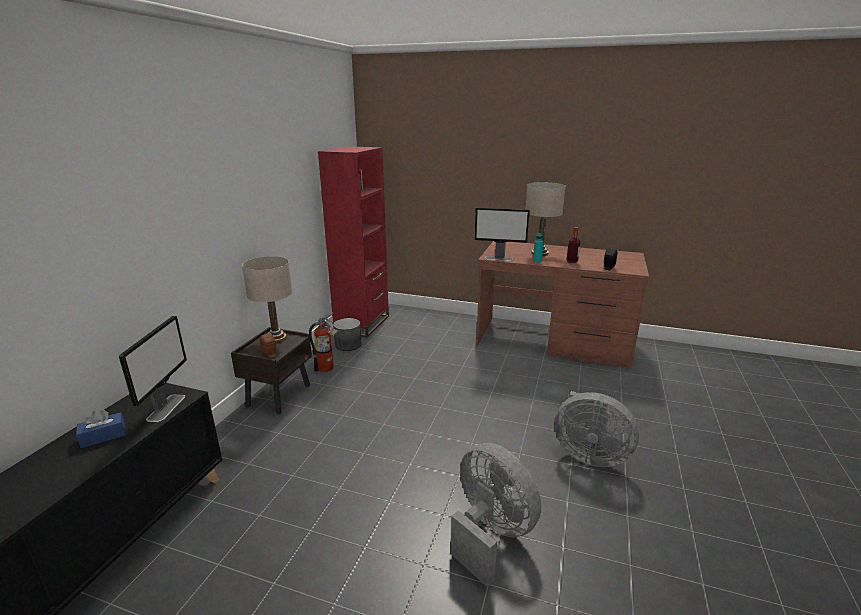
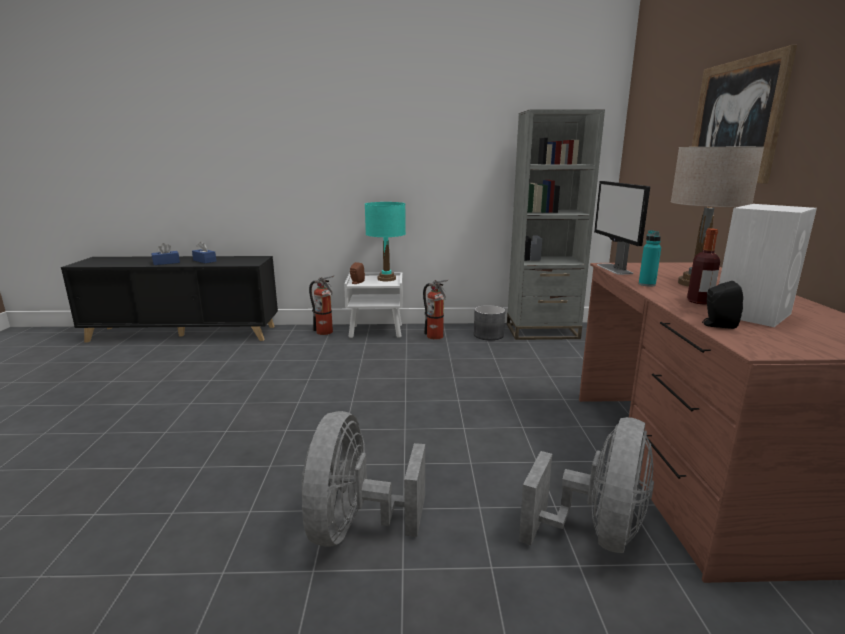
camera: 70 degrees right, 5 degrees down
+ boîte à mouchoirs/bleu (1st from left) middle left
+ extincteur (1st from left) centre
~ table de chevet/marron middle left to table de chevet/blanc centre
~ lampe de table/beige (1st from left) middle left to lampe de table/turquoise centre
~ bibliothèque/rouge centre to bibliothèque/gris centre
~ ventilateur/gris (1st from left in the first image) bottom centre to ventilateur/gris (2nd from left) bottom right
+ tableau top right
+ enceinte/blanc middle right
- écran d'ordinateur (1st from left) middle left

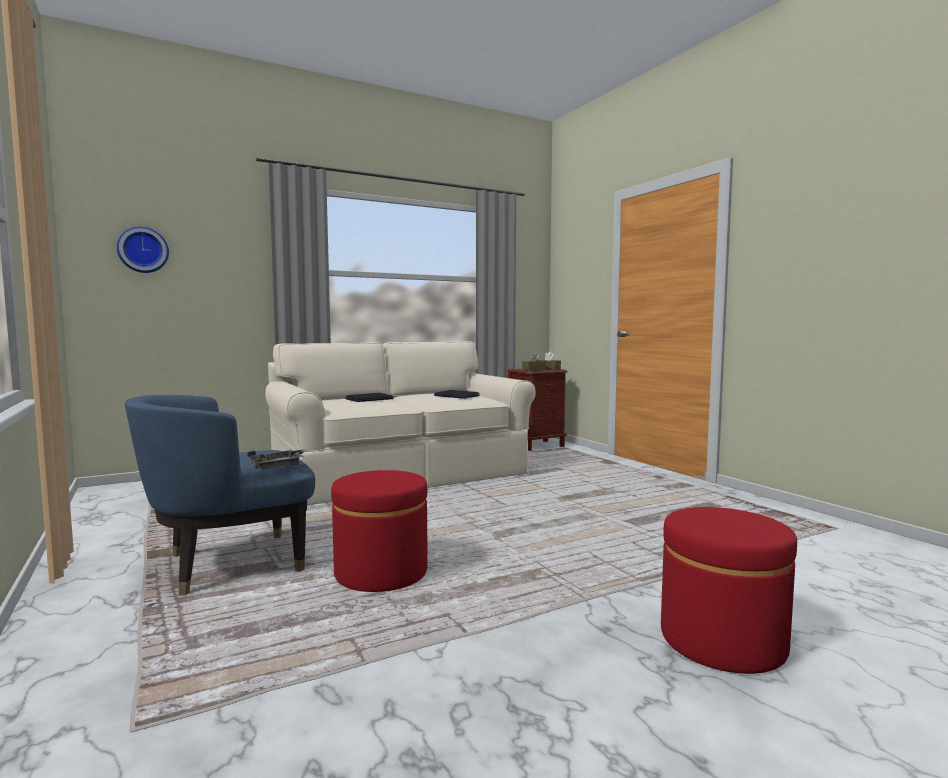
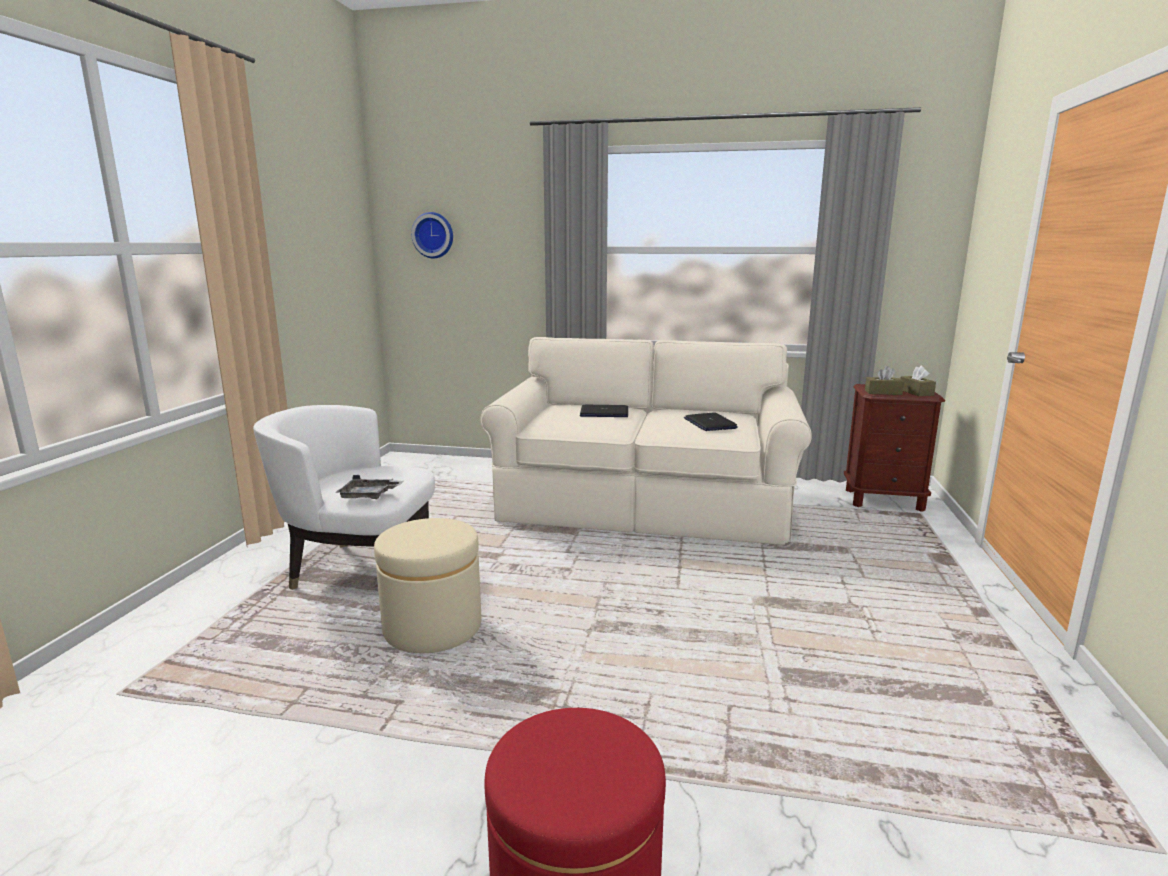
camera: 40 degrees right, 10 degrees up
~ fauteuil/bleu middle left to fauteuil/blanc middle left
~ pouf/rouge (1st from left) bottom centre to pouf/beige bottom centre

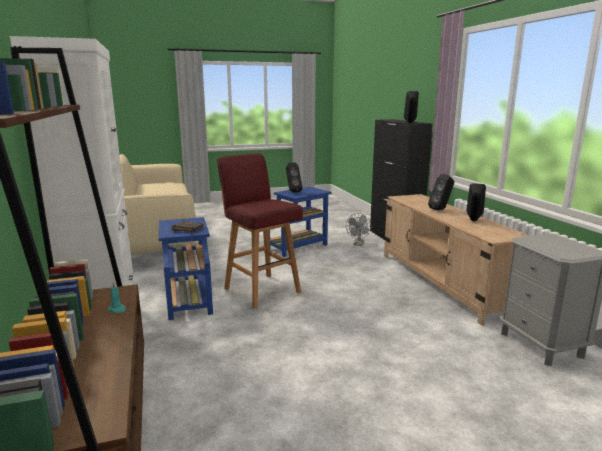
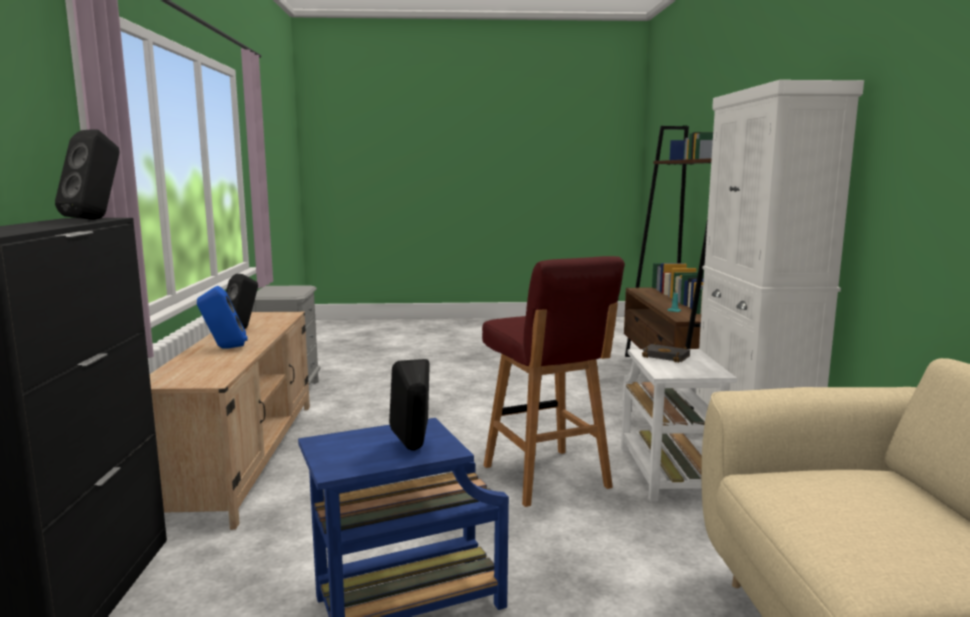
camera: 165 degrees left, 5 degrees down
~ enceinte/noir (3rd from left) middle right to enceinte/bleu middle left
~ table d'appoint/bleu (1st from left) middle left to table d'appoint/blanc bottom right
- ventilateur/gris centre

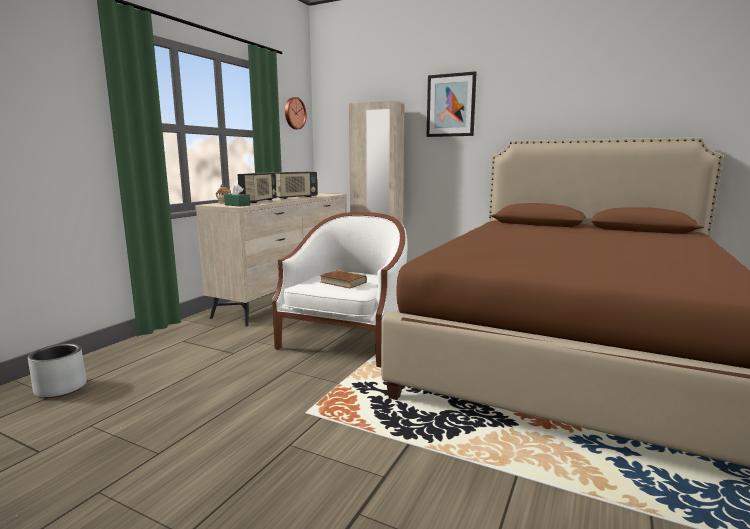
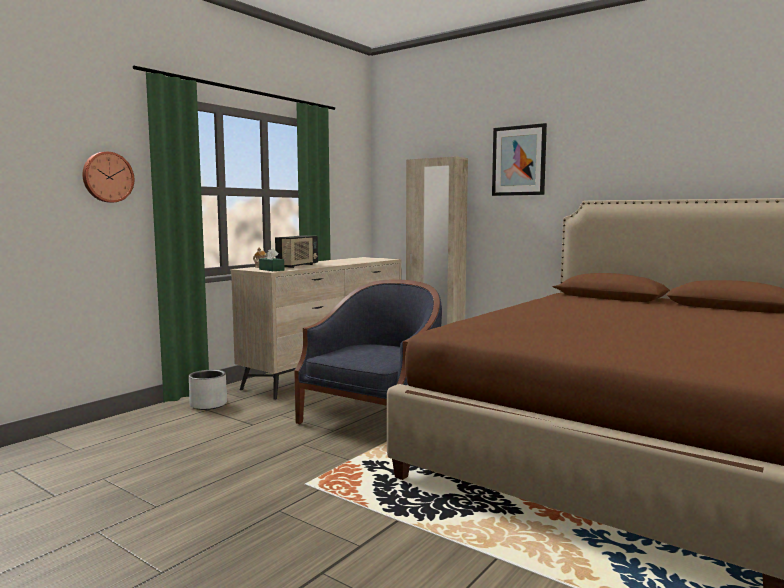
camera: 10 degrees right, 5 degrees down
~ horloge murale top centre to top left
~ cache-pot/gris bottom left to middle left
~ fauteuil/blanc centre to fauteuil/bleu centre
- radio (2nd from left) centre
- livre/marron centre

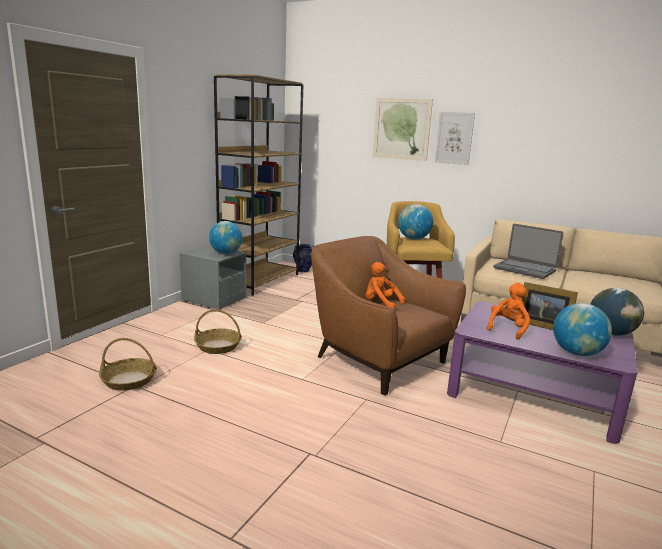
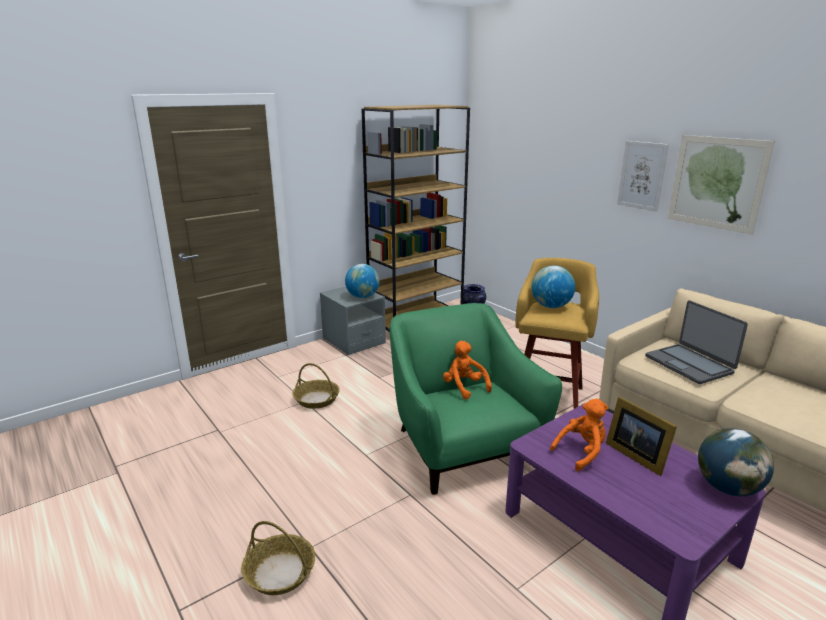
camera: 25 degrees right, 5 degrees up
~ panier (1st from left) middle left to bottom centre
~ fauteuil/marron centre to fauteuil/vert centre
~ tableau (1st from left in the first image) top centre to tableau (2nd from left) top right
- globe (3rd from left) middle right

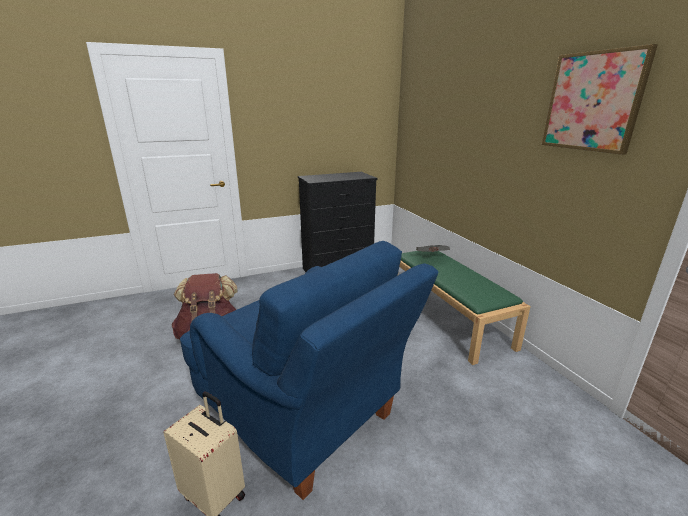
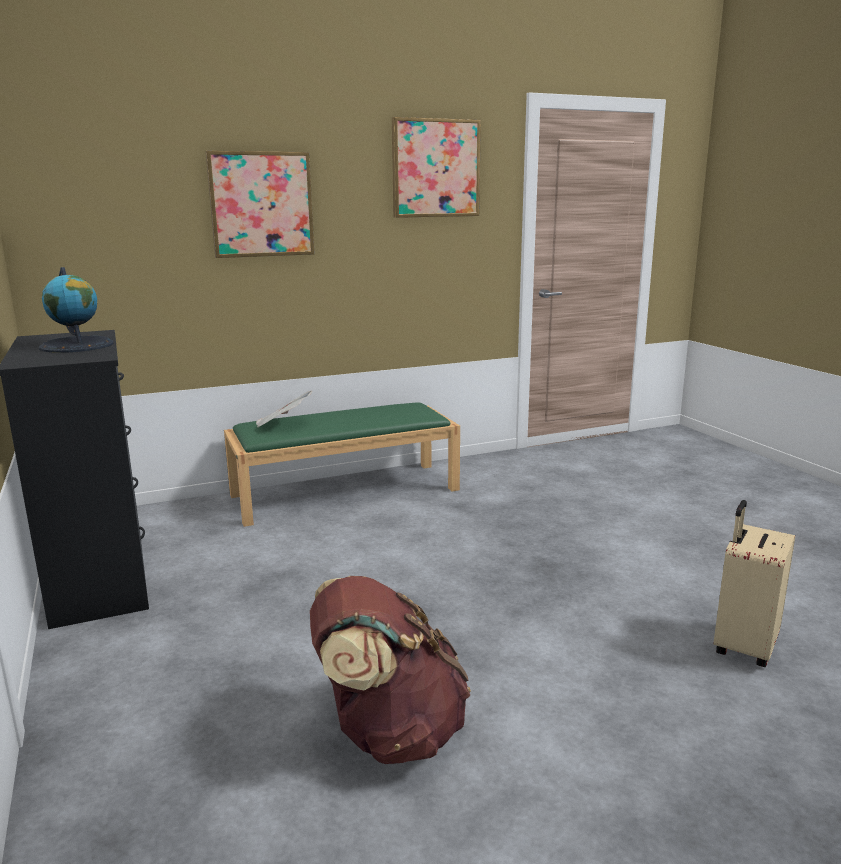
camera: 90 degrees left, 5 degrees down
+ globe middle left
+ tableau (1st from left) top left
- fauteuil/bleu bottom centre

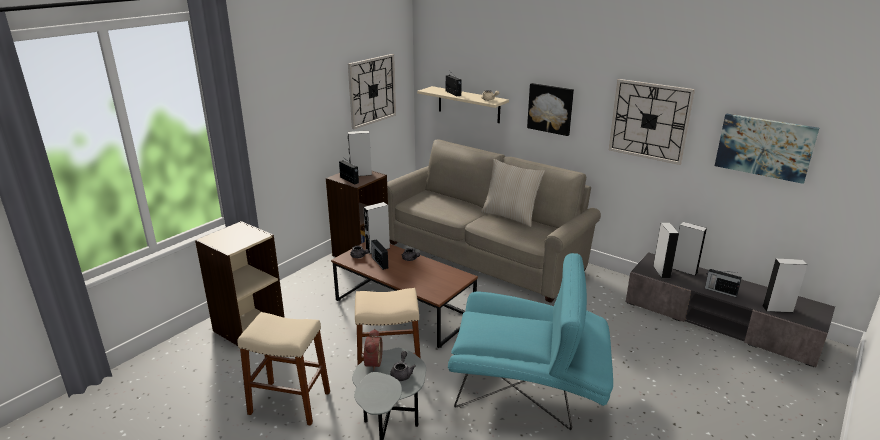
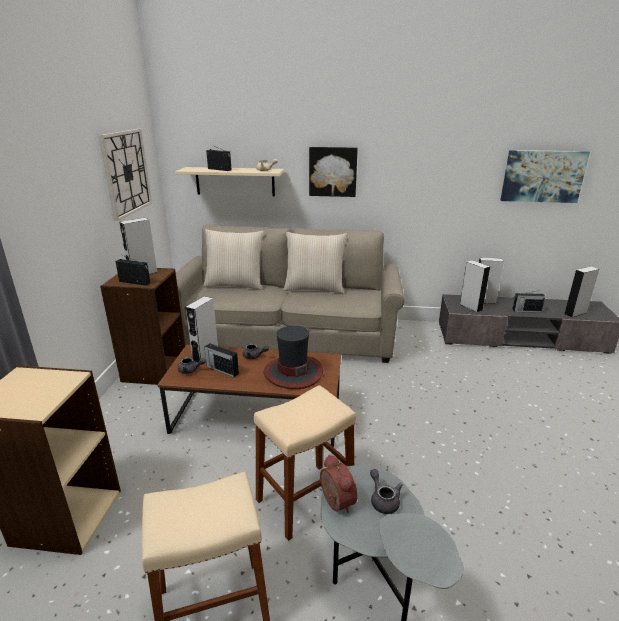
camera: 30 degrees left, 0 degrees up
+ coussin/beige (1st from left) centre
+ chapeau centre
- fauteuil/turquoise bottom centre
- horloge murale (2nd from left) top right

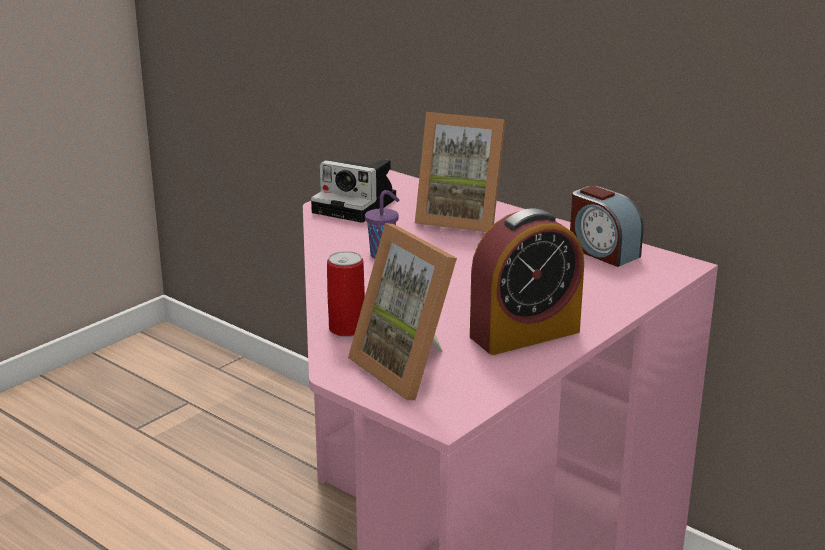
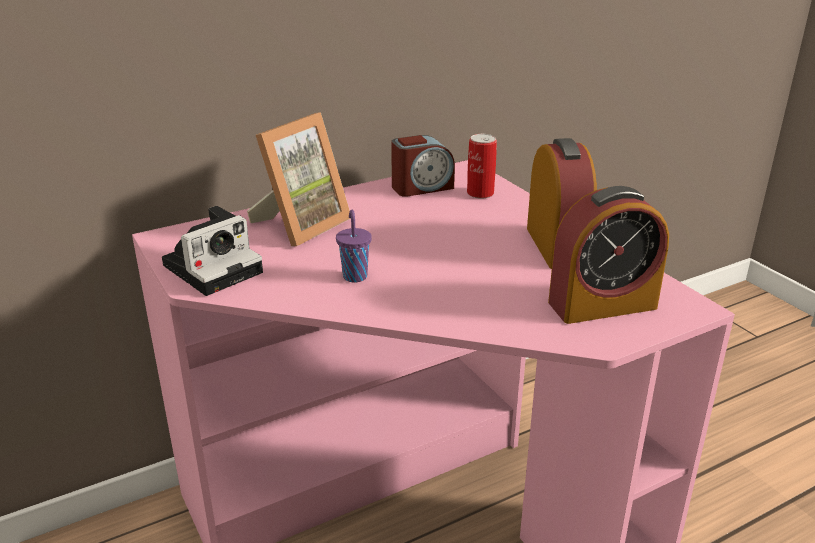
camera: 70 degrees left, 5 degrees up
~ boîte métallique centre to top centre
~ cadre photo (1st from left) centre to réveil (3rd from left) middle right

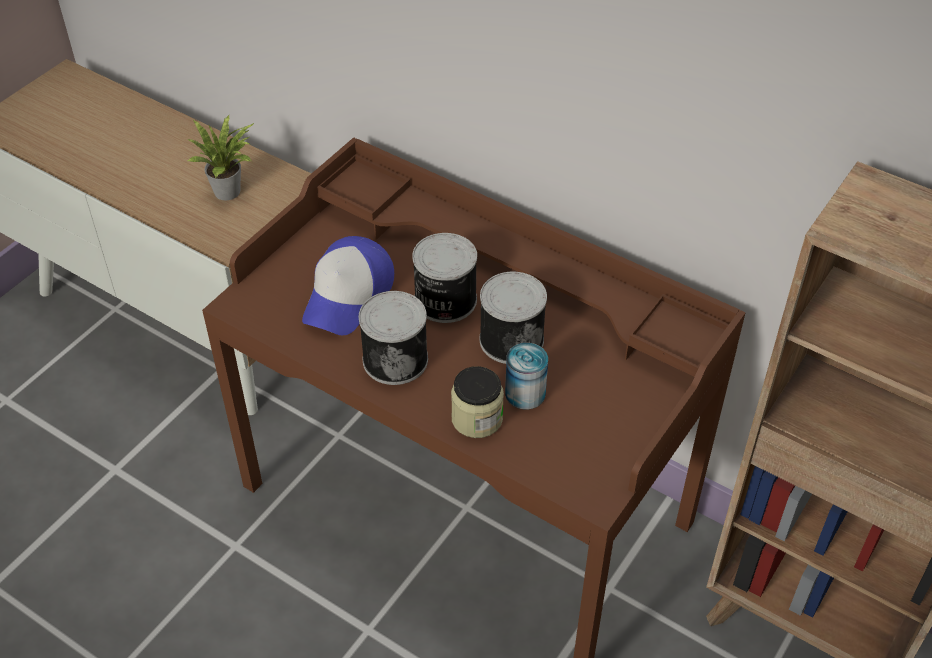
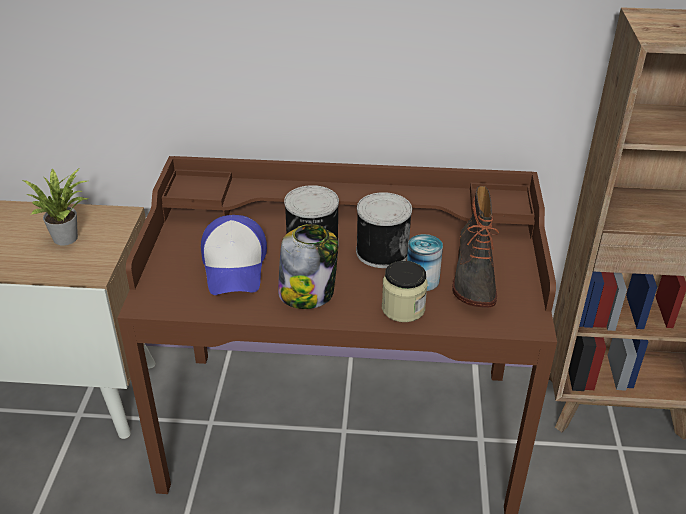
camera: 30 degrees left, 10 degrees down
~ boîte métallique (1st from left) centre to bocal (1st from left) centre
+ botte middle right

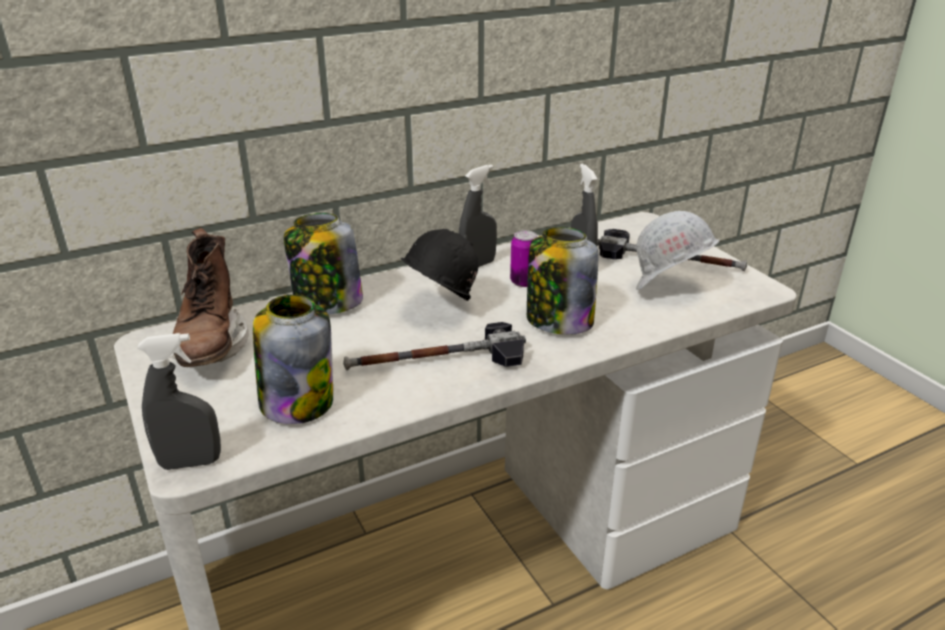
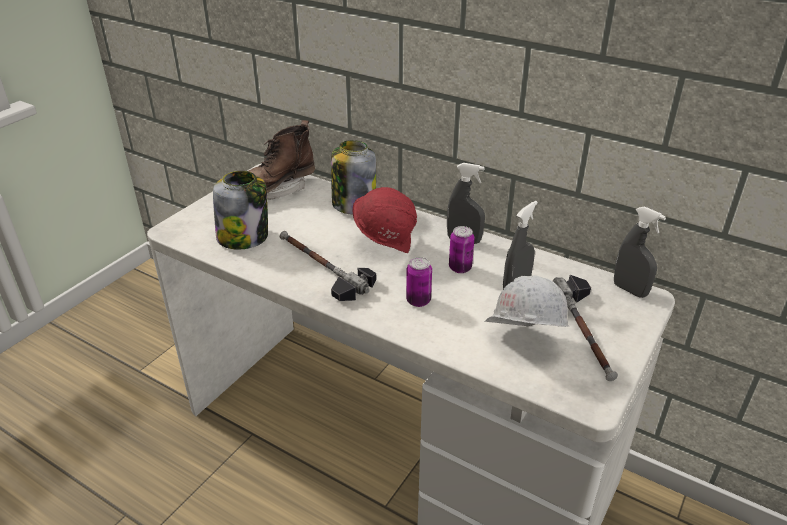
camera: 60 degrees right, 5 degrees up
~ casque de chantier/noir centre to casque de chantier/rouge centre
~ bocal (3rd from left) centre to boîte métallique (1st from left) centre
~ vaporisateur/gris (1st from left in the first image) middle left to vaporisateur/gris (3rd from left) middle right

